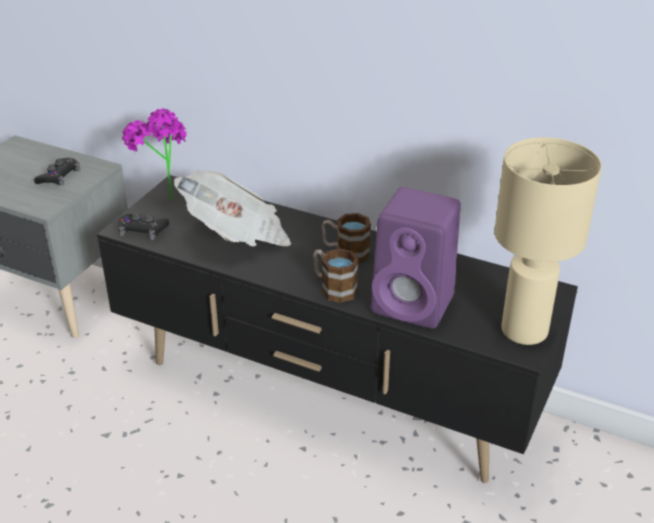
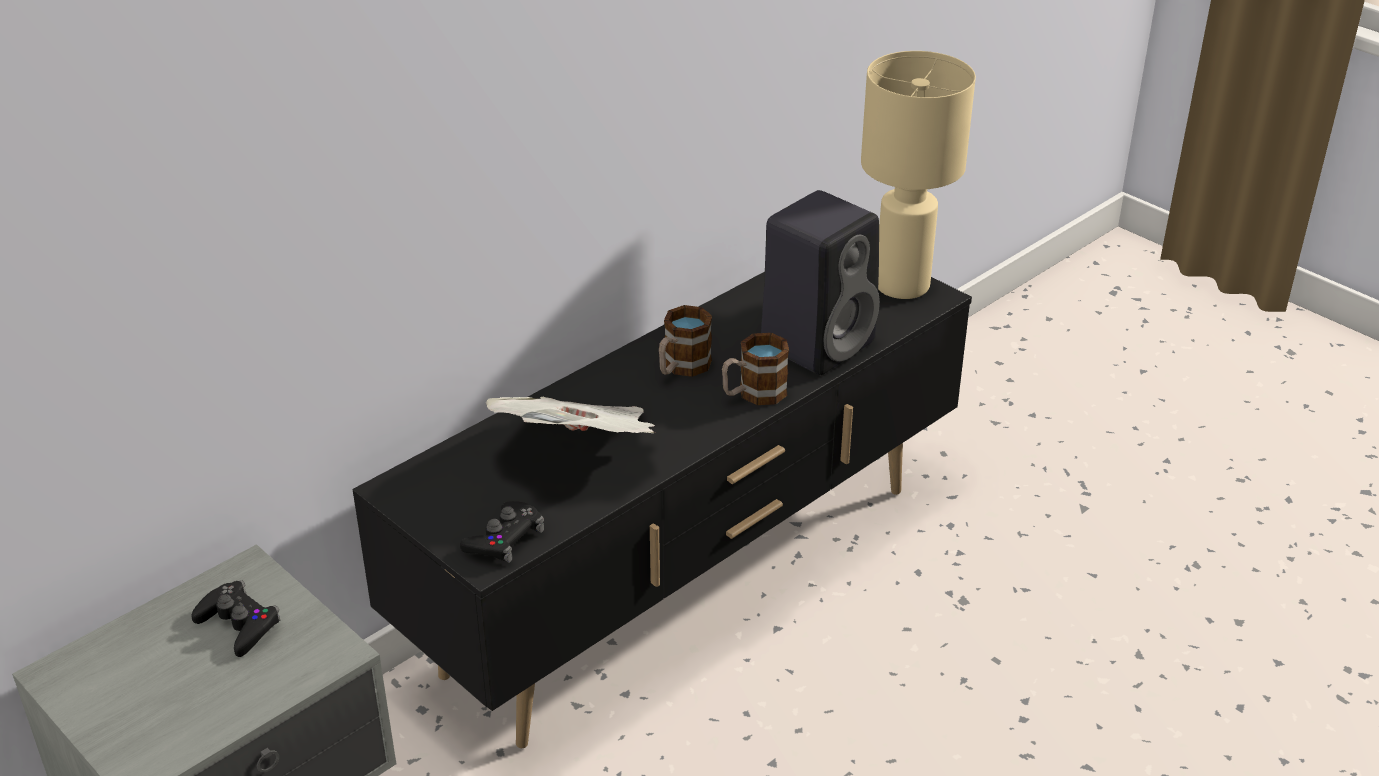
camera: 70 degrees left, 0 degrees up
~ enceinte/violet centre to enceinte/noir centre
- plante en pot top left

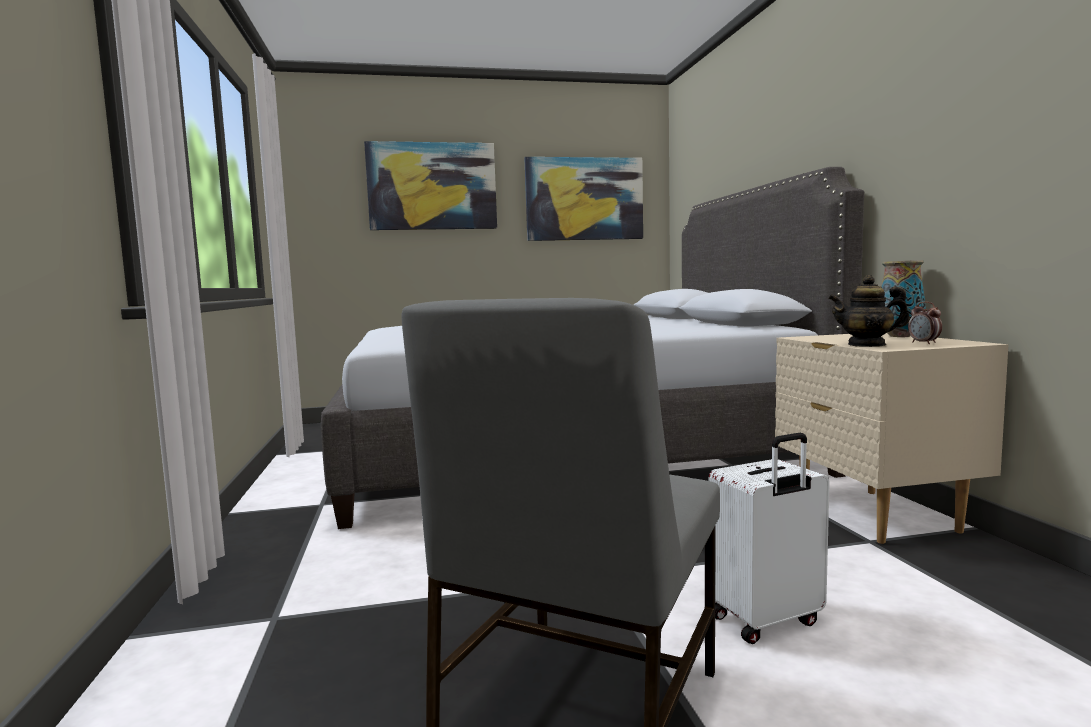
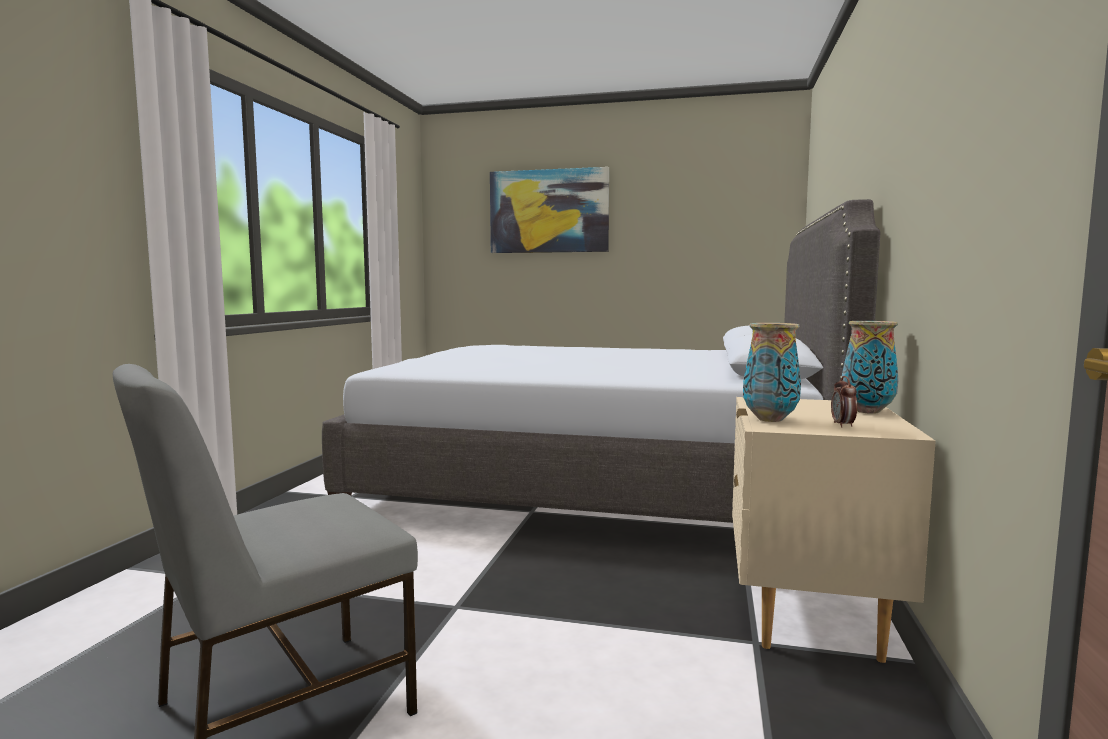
camera: 25 degrees right, 0 degrees up
~ théière middle right to vase (1st from left) middle right
- tableau (2nd from left) top centre
- valise/blanc bottom right

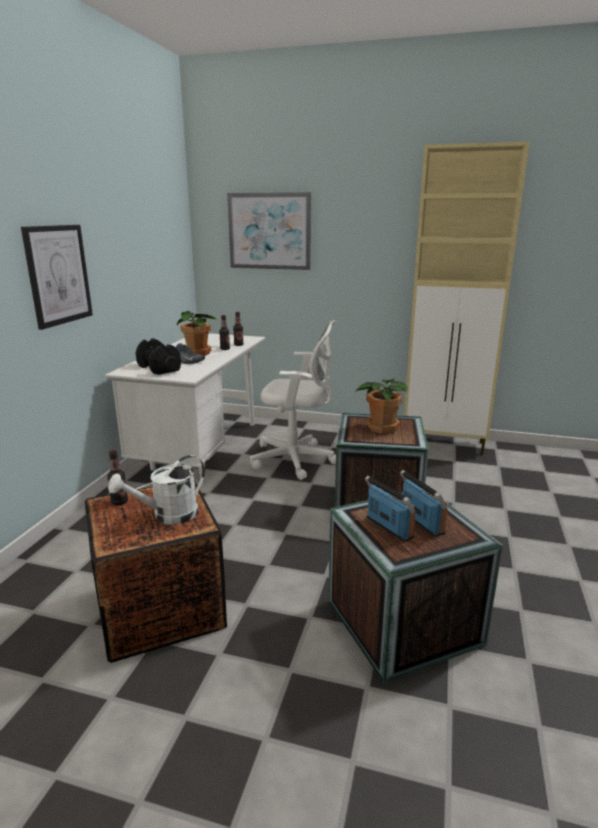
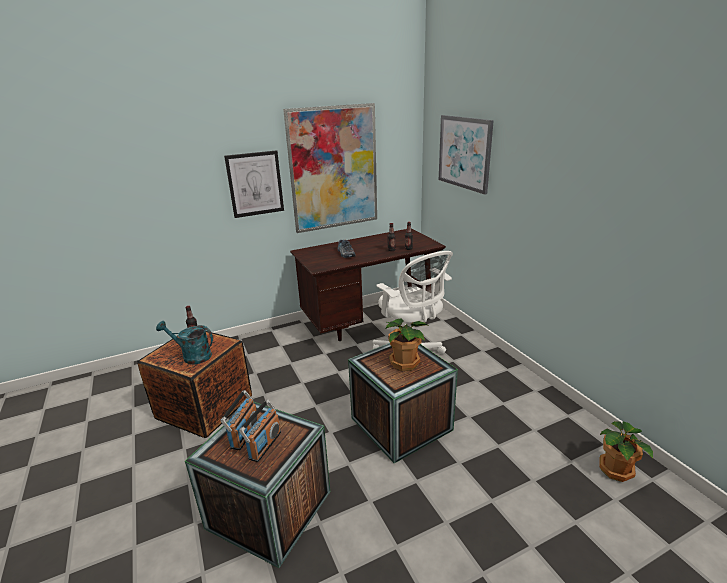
camera: 50 degrees right, 5 degrees up
~ arrosoir/blanc middle left to arrosoir/turquoise middle left
+ tableau (2nd from left) top centre
~ bureau/blanc middle left to bureau/marron centre
~ plante en pot (1st from left in the first image) middle left to plante en pot (2nd from left) bottom right
- haltère/noir middle left
- meuble de rangement/beige middle right

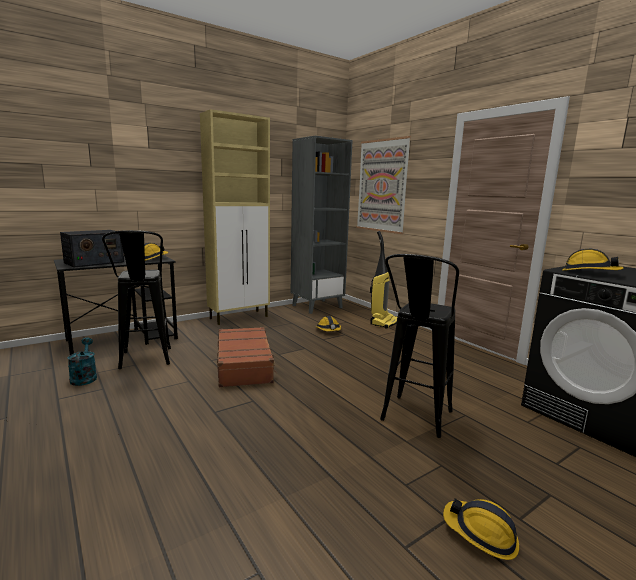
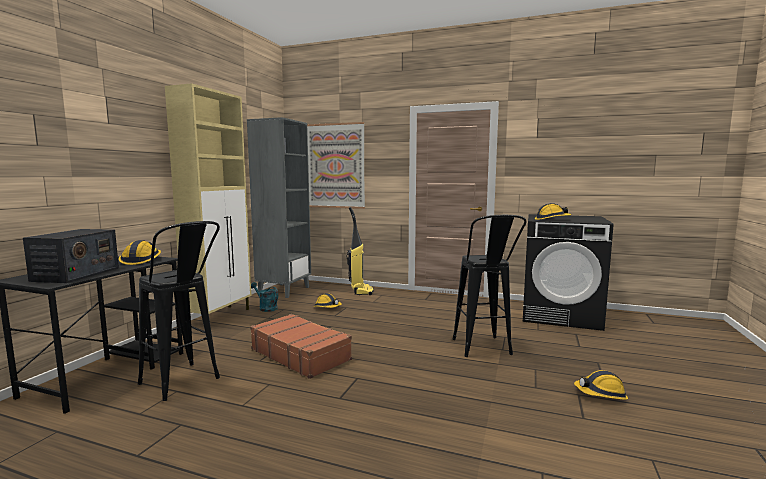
camera: 35 degrees left, 5 degrees down
~ arrosoir/turquoise middle left to centre

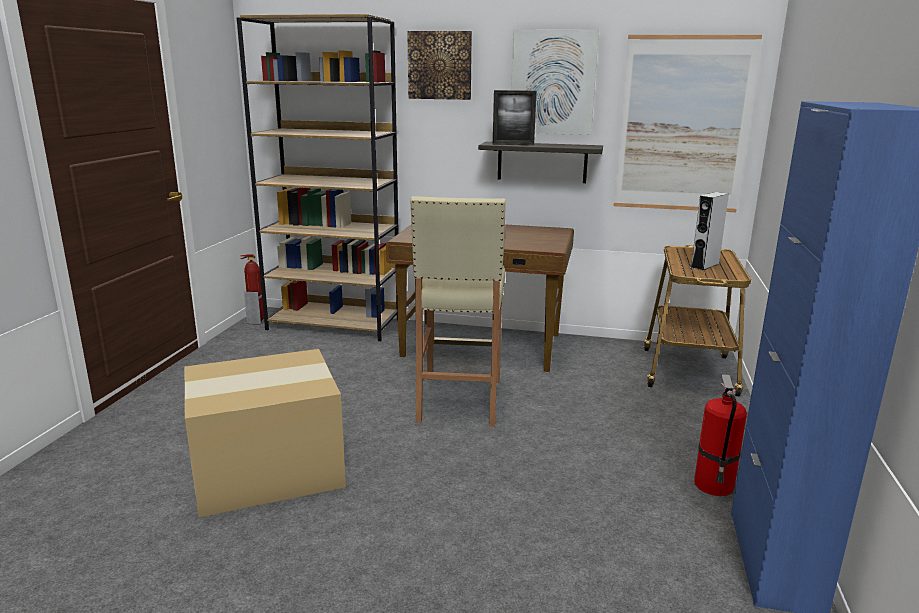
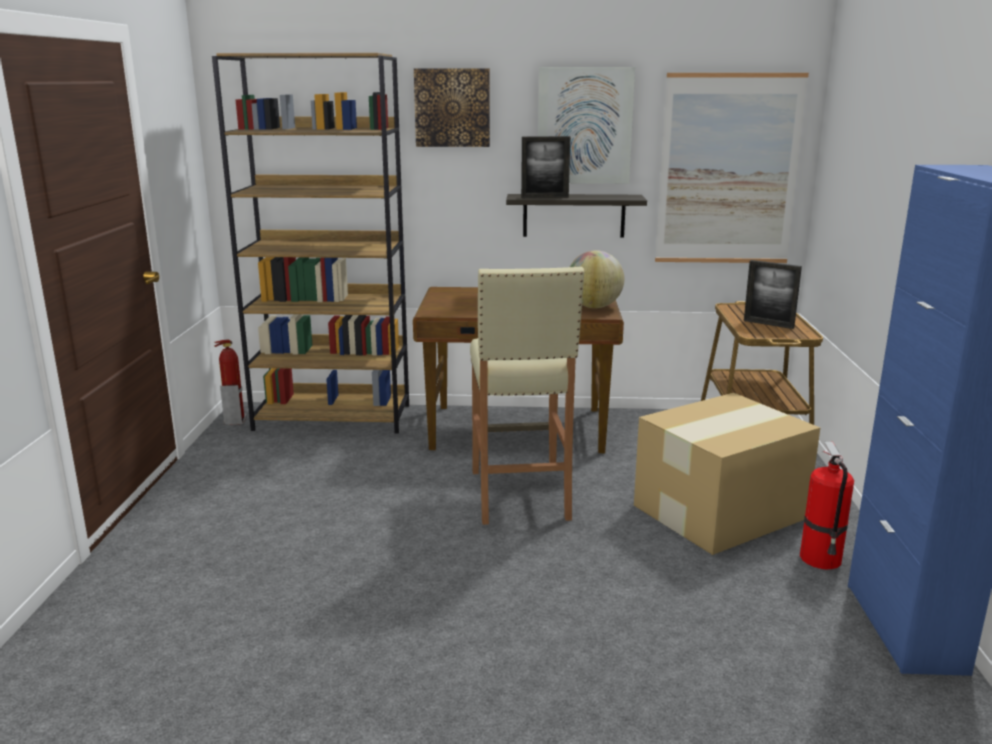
camera: 10 degrees left, 0 degrees up
+ globe centre
~ carton bottom left to middle right
~ enceinte/gris middle right to cadre photo (2nd from left) middle right

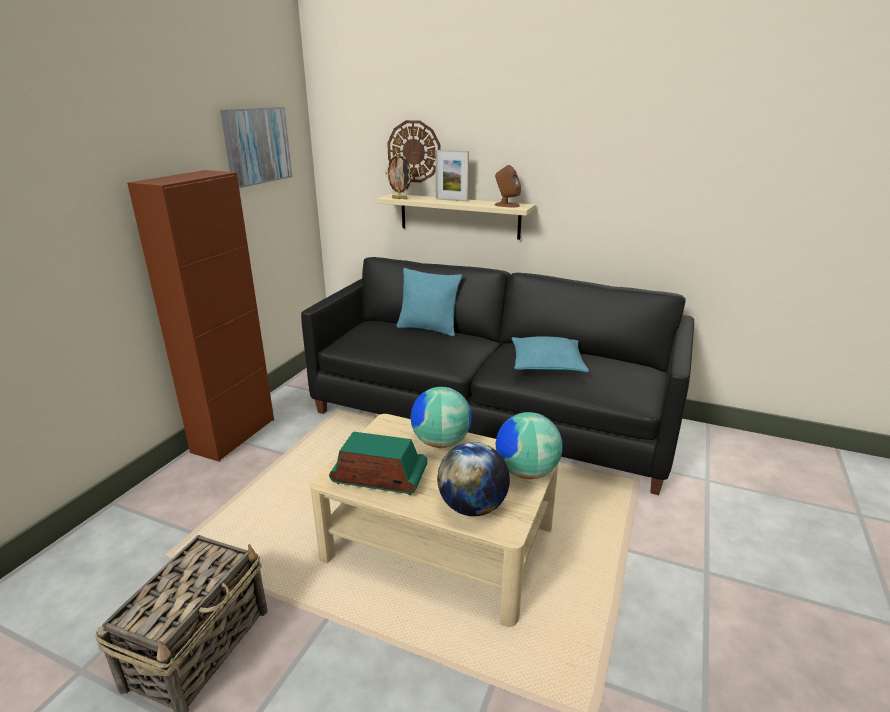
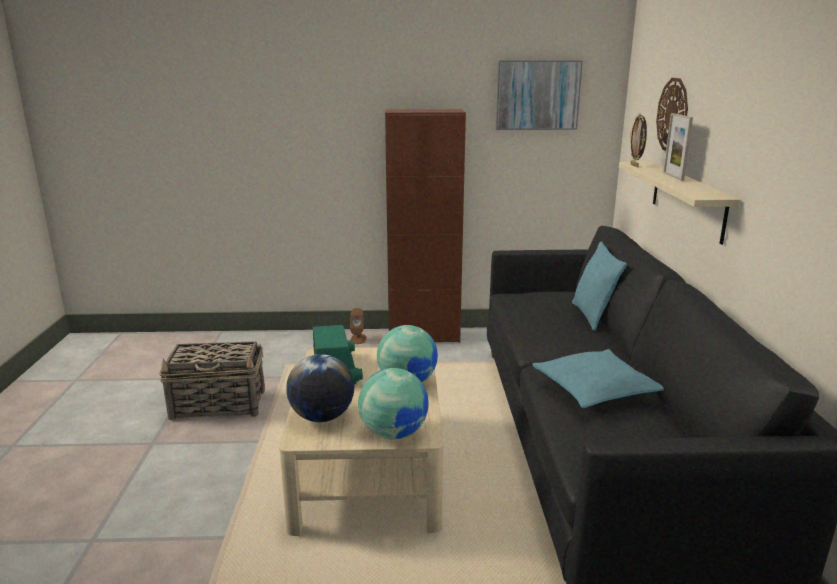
camera: 65 degrees right, 5 degrees down
~ enceinte/marron top centre to centre

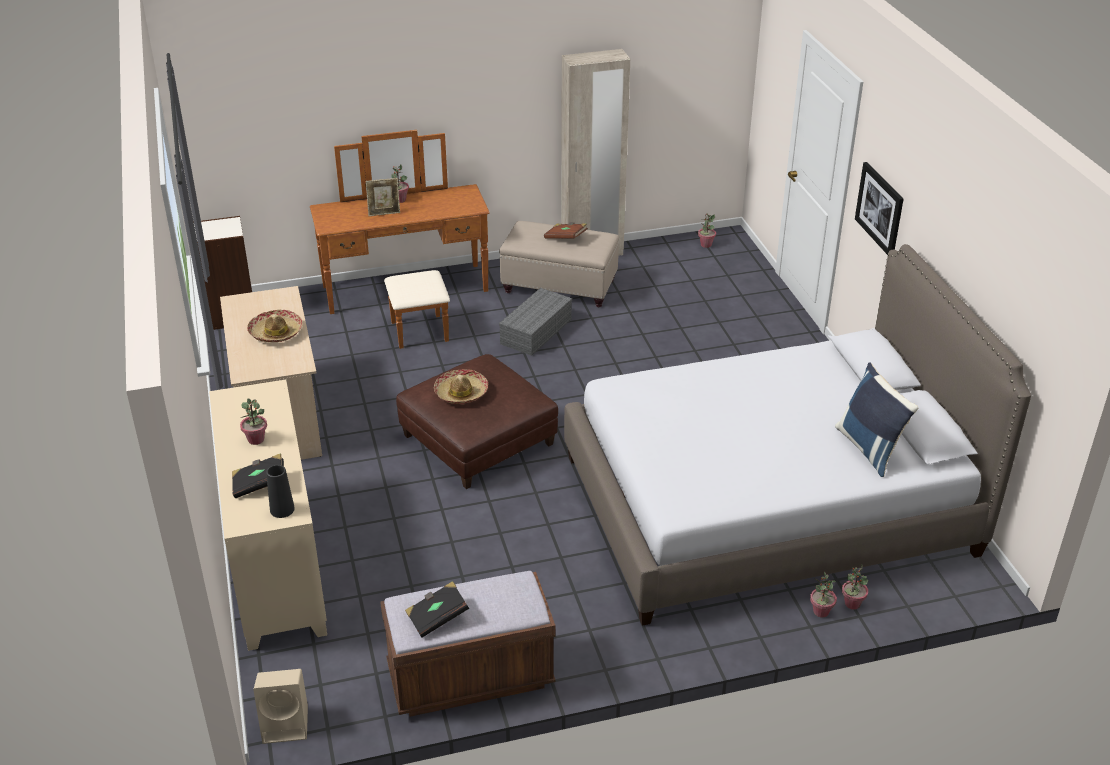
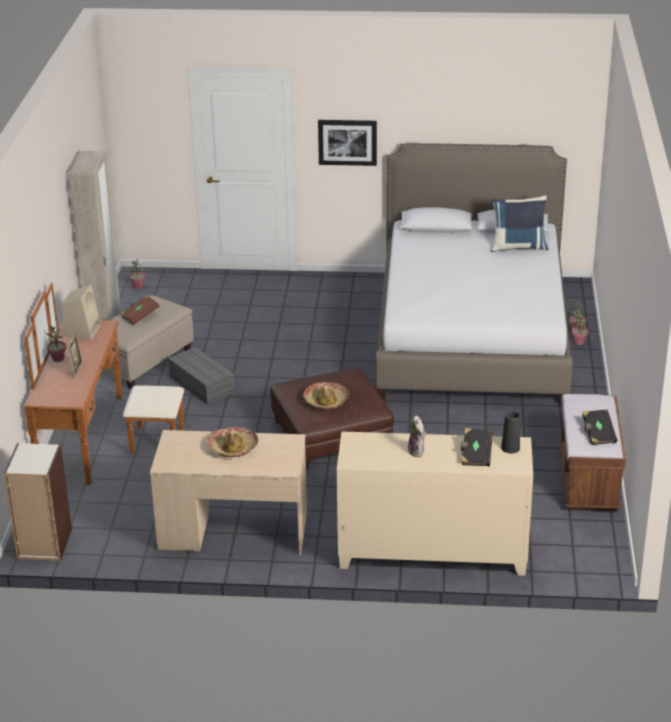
camera: 70 degrees left, 5 degrees down
~ enceinte/beige bottom left to middle left
~ plante en pot (1st from left) middle left to peluche centre

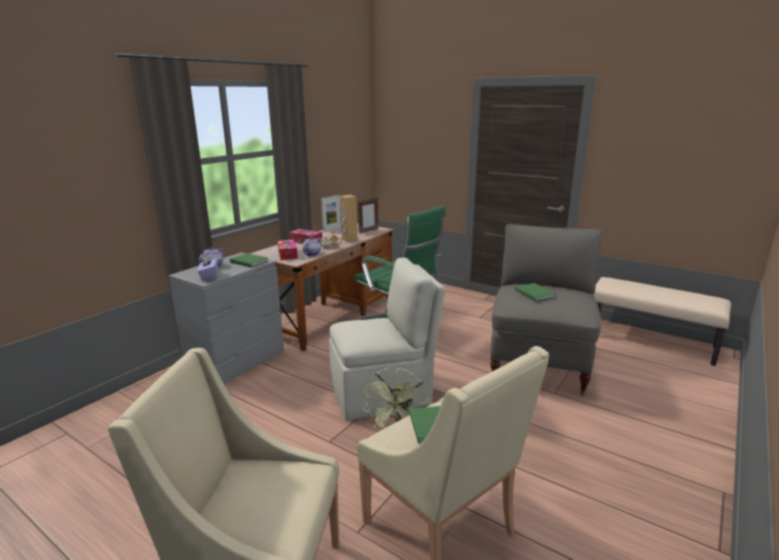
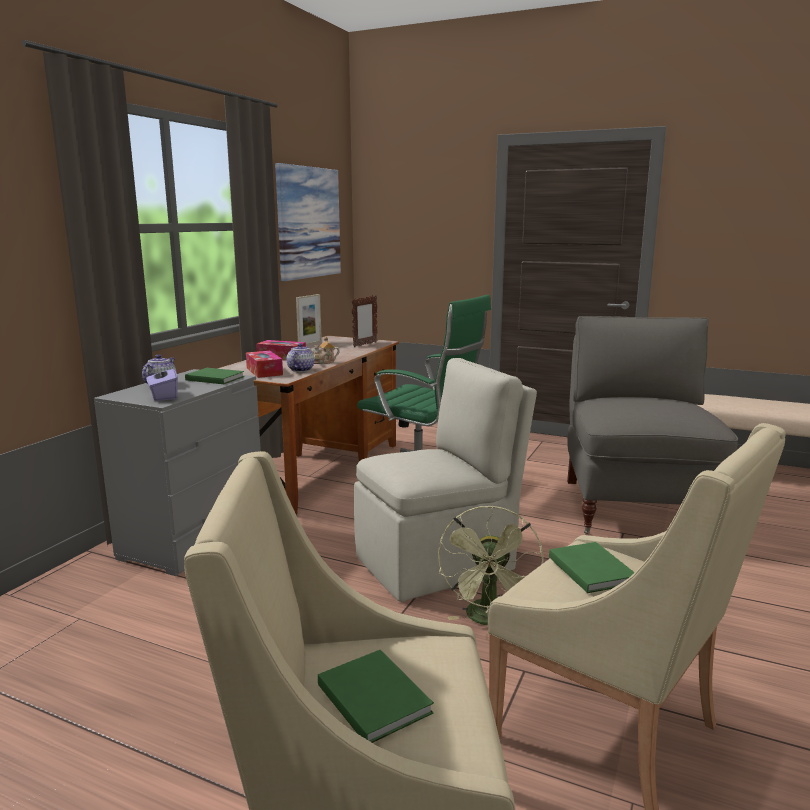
camera: 10 degrees left, 5 degrees down
+ tableau top centre
~ livre/vert (3rd from left in the first image) middle right to livre/vert (2nd from left) bottom centre
- enceinte/marron centre

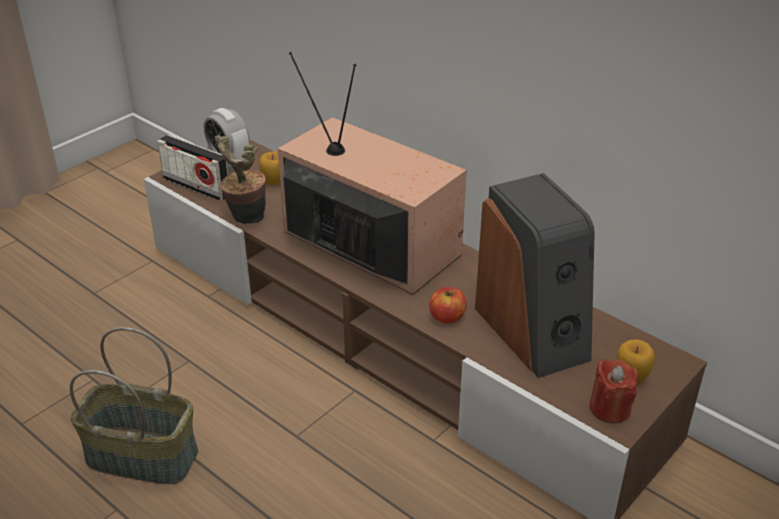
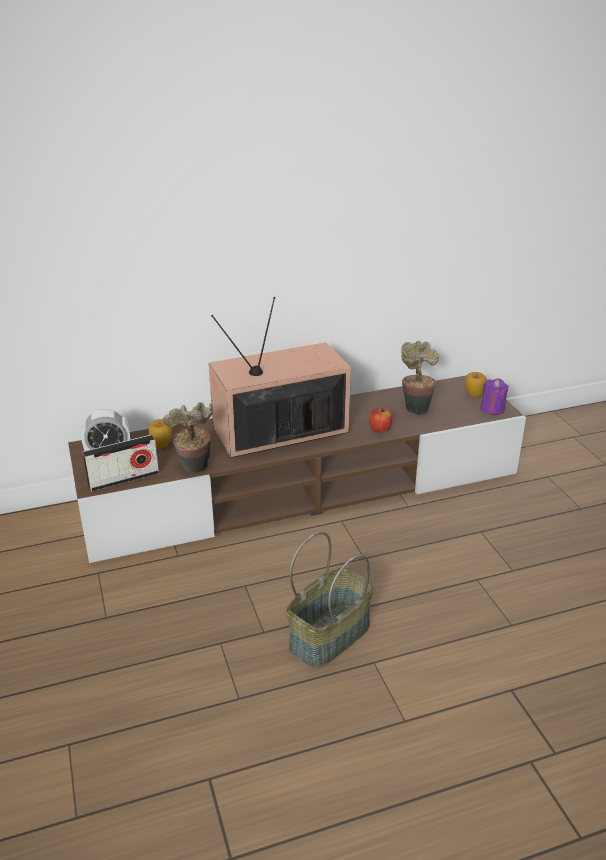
camera: 60 degrees left, 5 degrees down
~ enceinte middle right to plante en pot (2nd from left) middle right
~ bougie/rouge bottom right to bougie/violet middle right

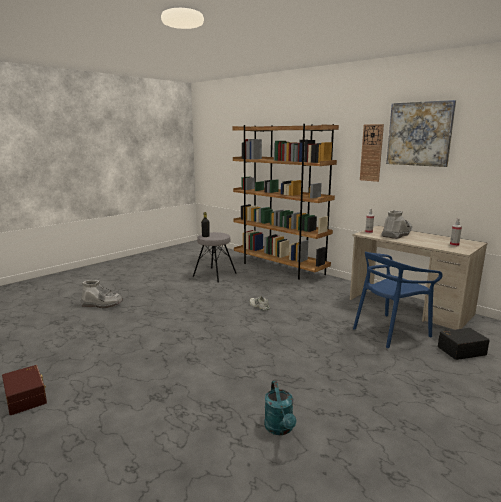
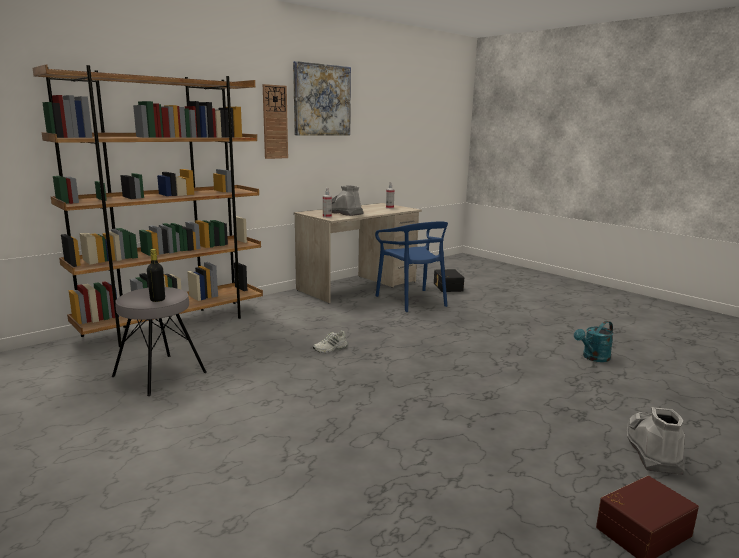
camera: 85 degrees left, 0 degrees up
~ arrosoir/turquoise bottom centre = middle right 150 degrees clockwise
~ botte/gris (1st from left in the first image) middle left to botte/gris (2nd from left) bottom right

